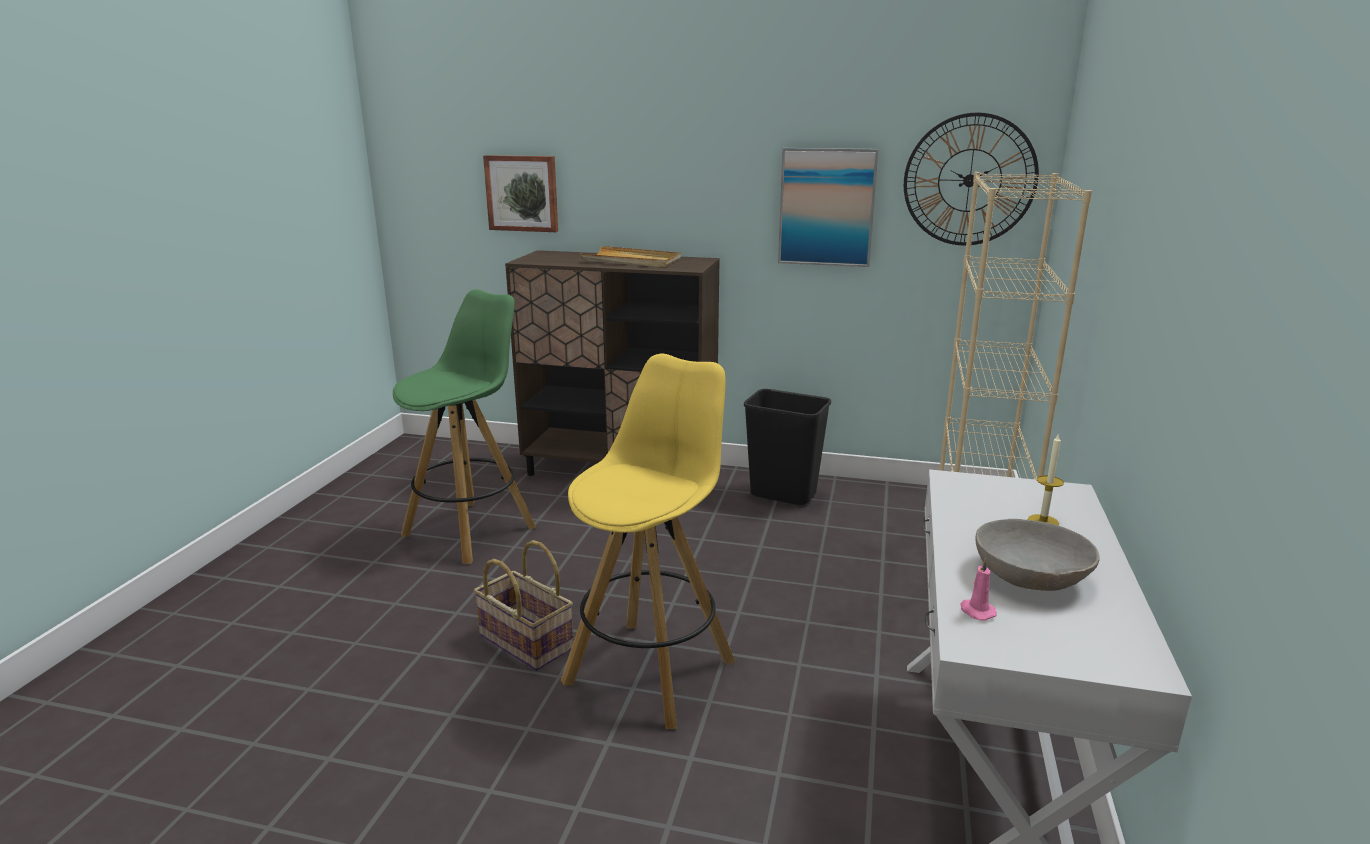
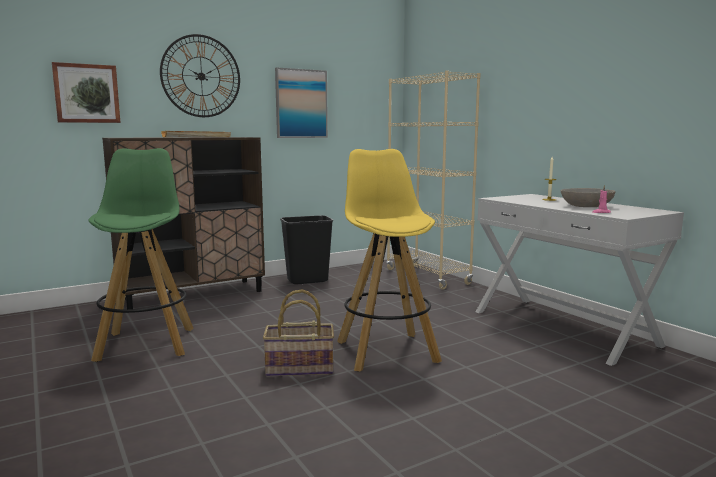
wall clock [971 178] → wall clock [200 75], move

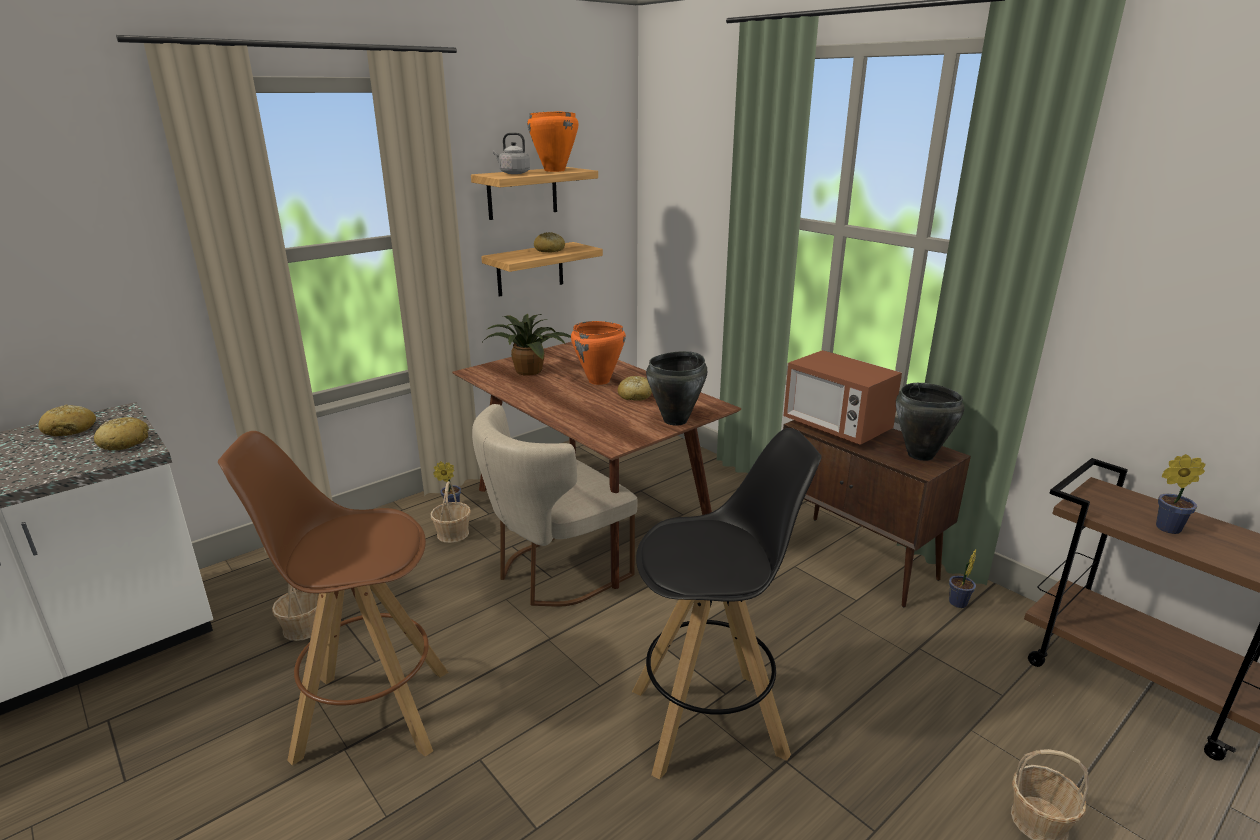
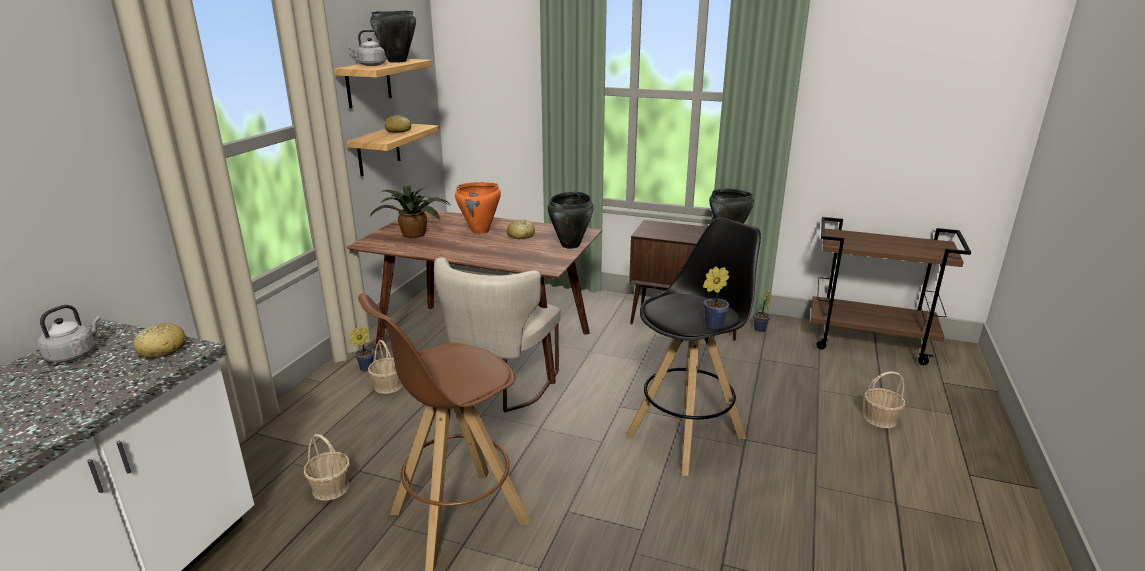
orangey stockpot [552 141] → black-coloured stockpot [393 36]
microwave [843 397] → -
baked bread [67 421] → greyish tea kettle [69 334]
houseplant [1181 494] → houseplant [716 297], move

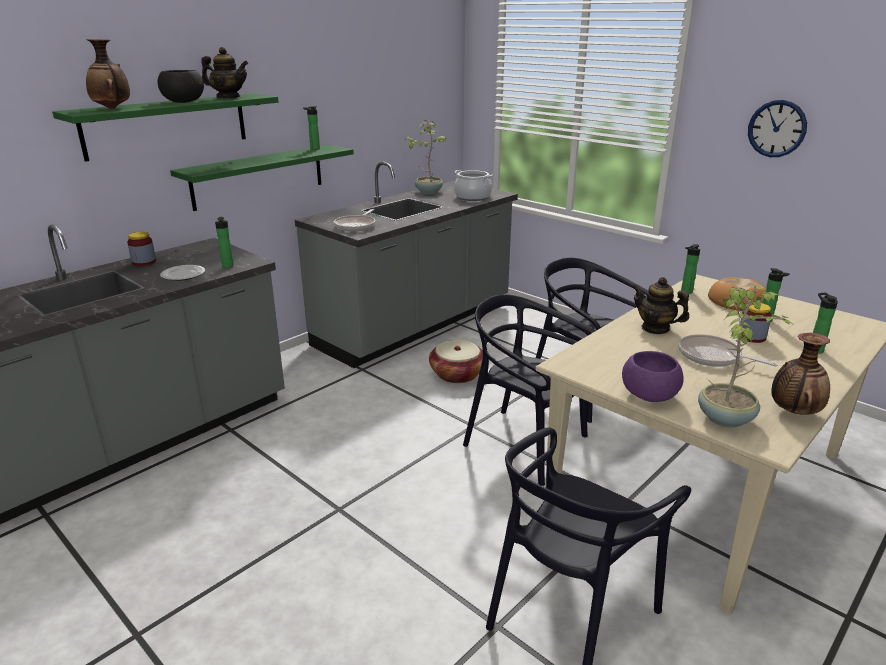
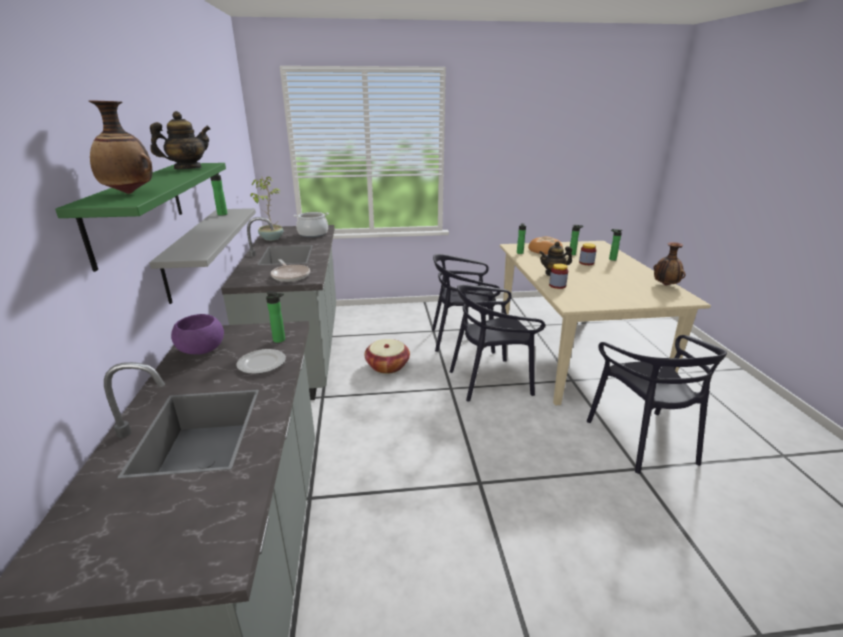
black-coloured deep dish [181 86] → -
wall clock [777 128] → -
greenish wall shelf [262 178] → greyish wall shelf [202 256]
preserve jar [141 249] → preserve jar [558 276], move
houseplant [744 357] → -
pan [728 350] → -
purple-coloured deep dish [653 376] → purple-coloured deep dish [197 334], move

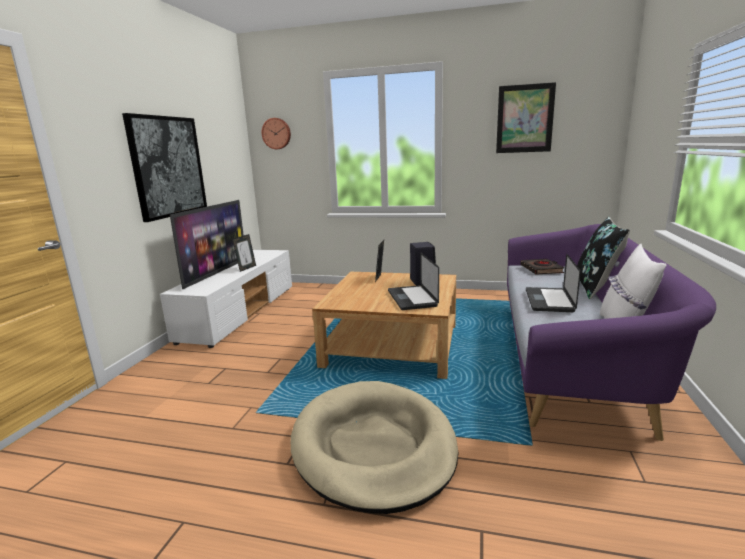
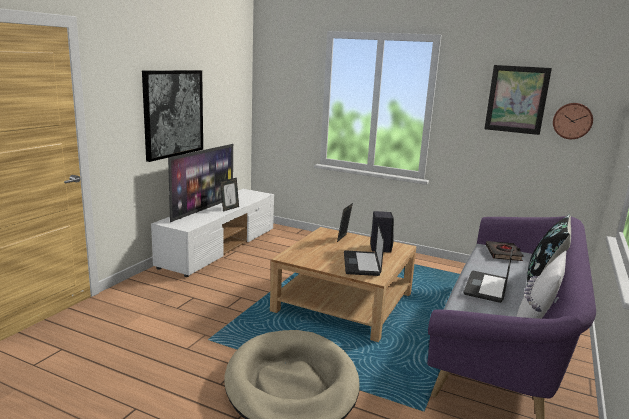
wall clock [276 133] → wall clock [573 121], move

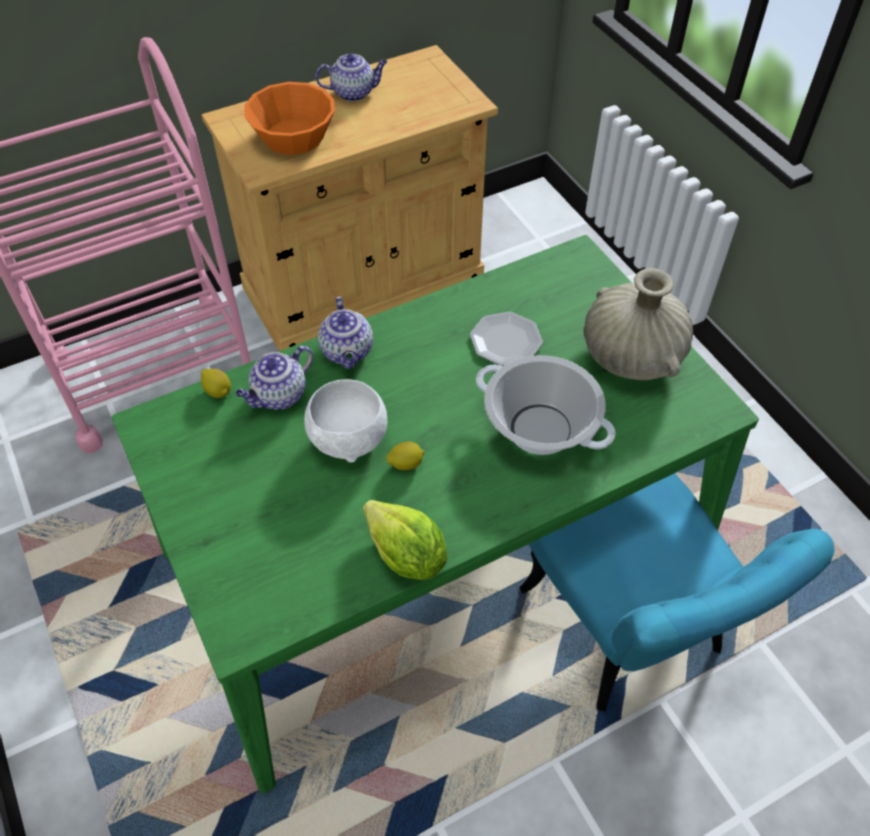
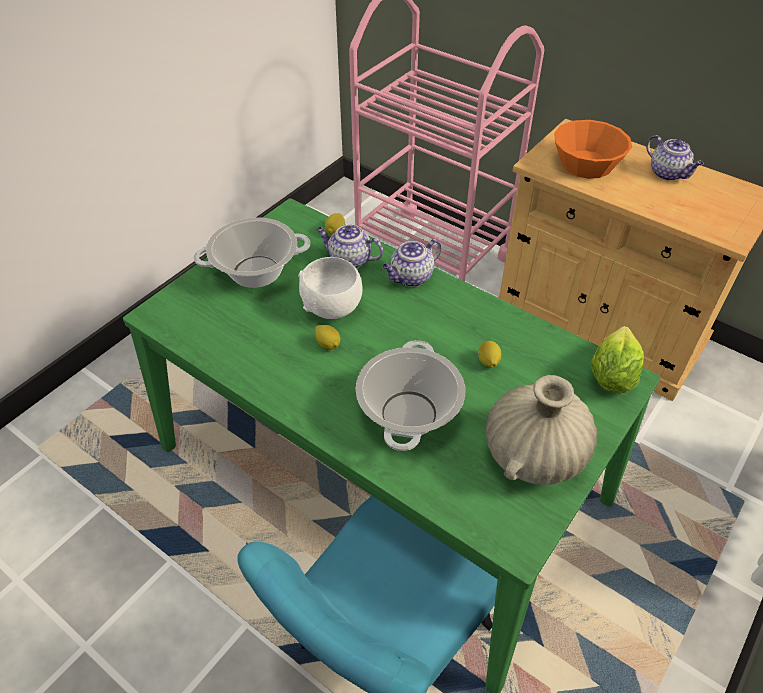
dinner plate [506 339] → lemon [489 354]
lettuce head [405 540] → lettuce head [617 359], move
- → stockpot [251 252]

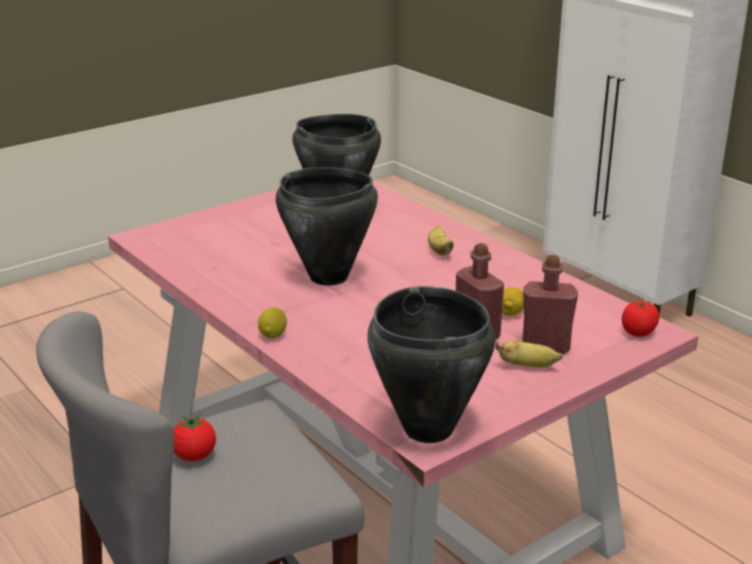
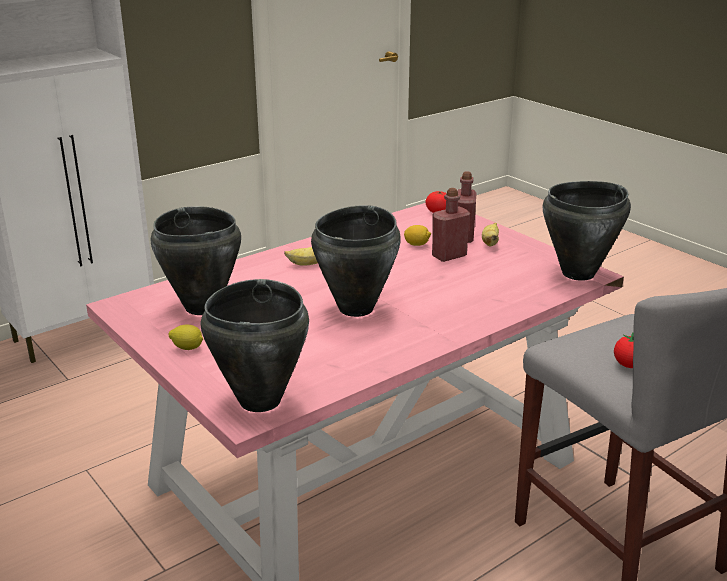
lemon [272 323] → lemon [186 337], move
- → black-coloured stockpot [255 345]

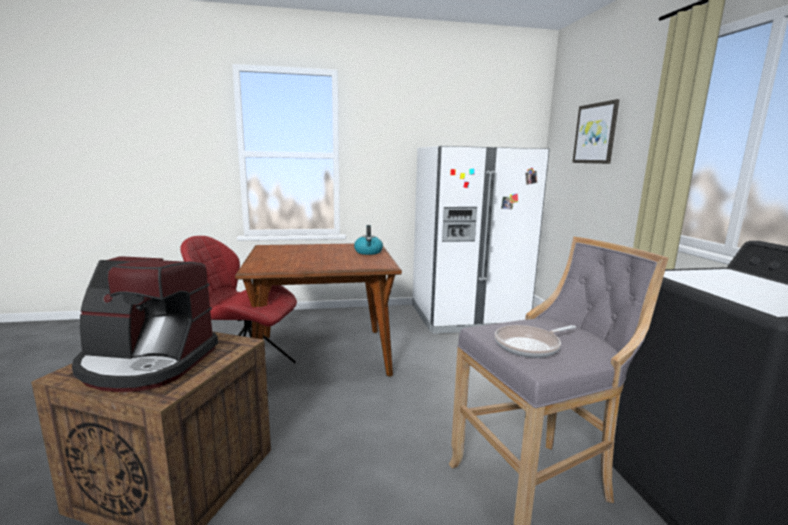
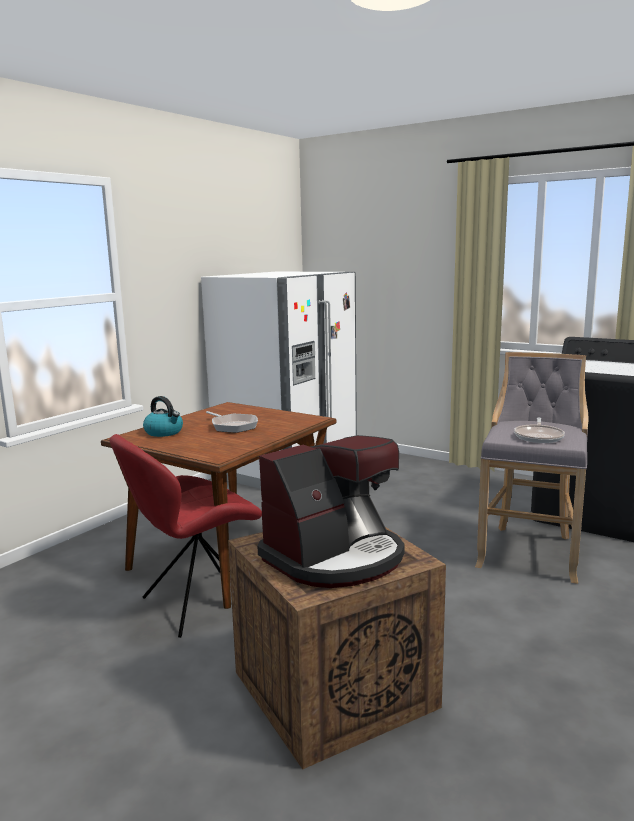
picture [596 131] → -
tea kettle [368 240] → tea kettle [163 416], move
- → pan [232 422]

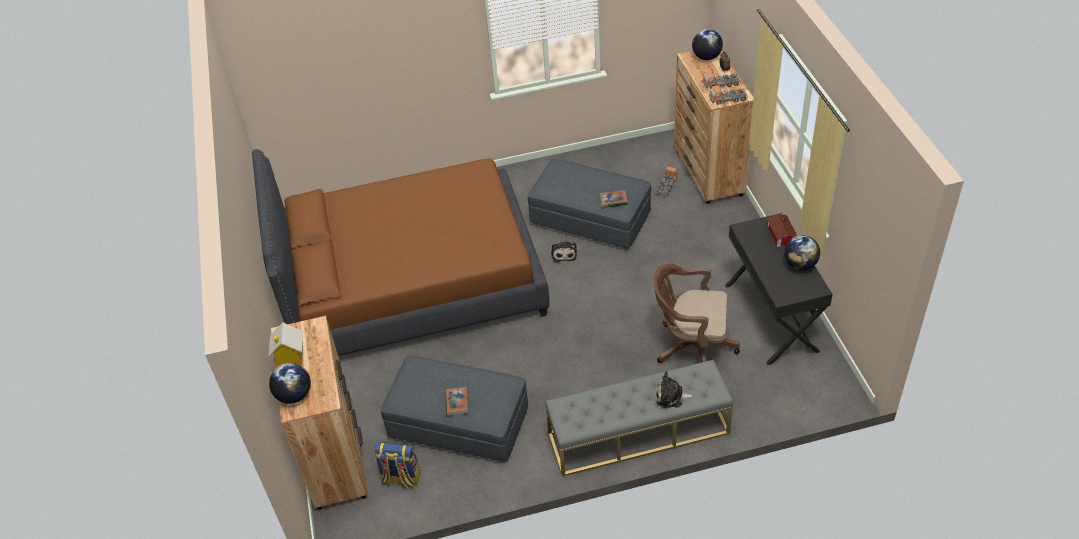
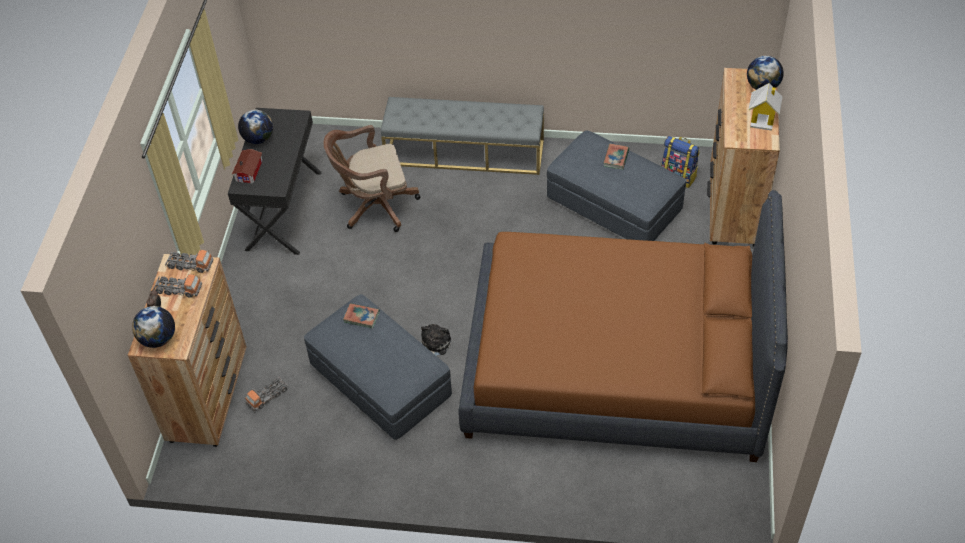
brownish office chair [696 313] → brownish office chair [371 178], 135 degrees clockwise
plush toy [675 389] → -

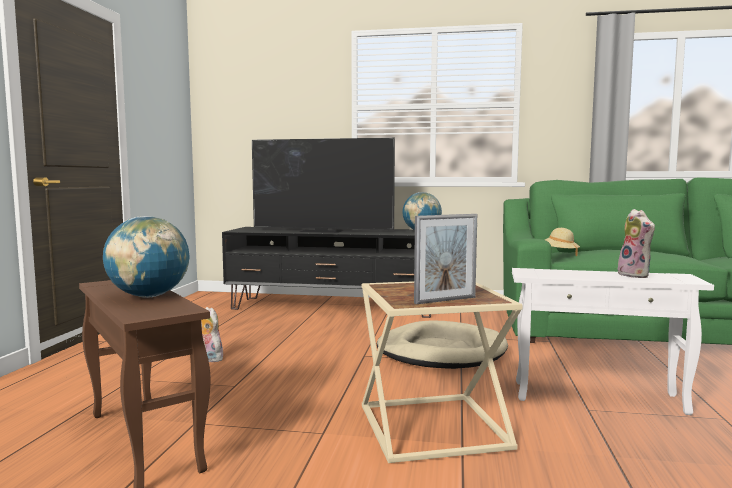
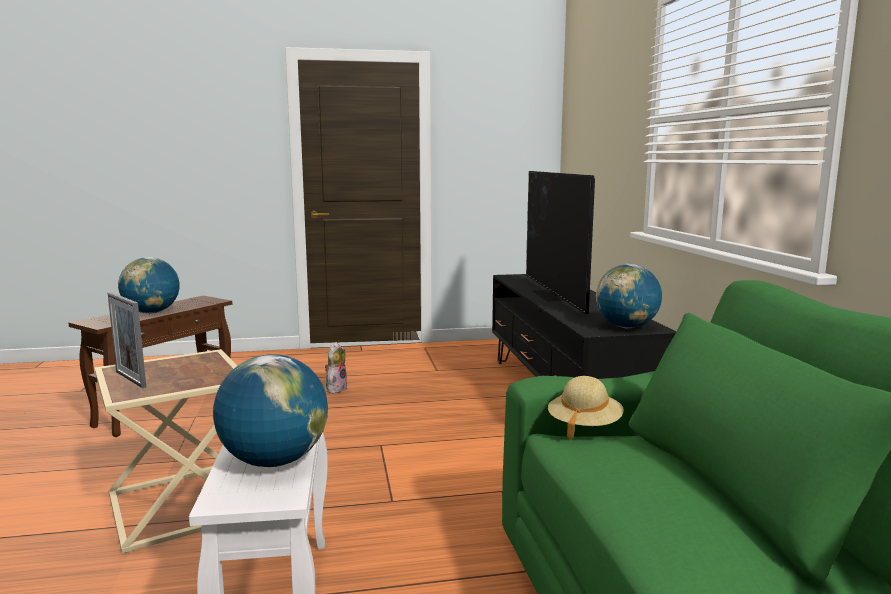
plush toy [636 243] → desk globe [270 410]
beige dog bed [442 345] → -

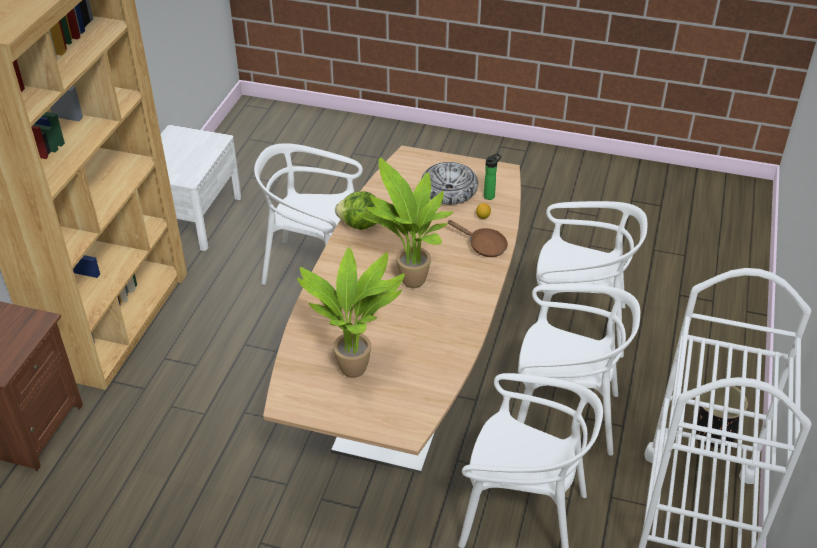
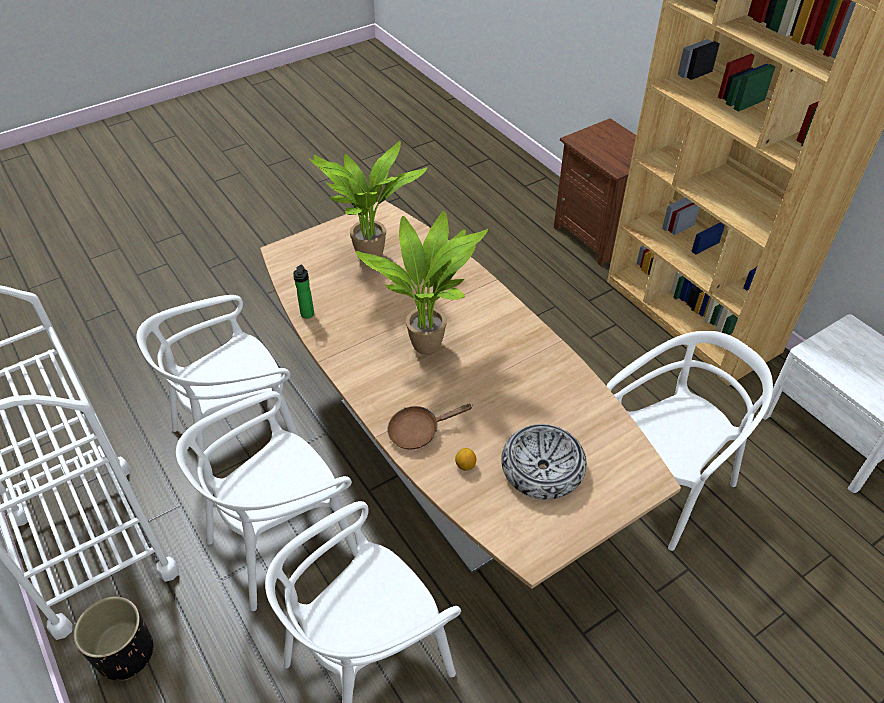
bottle [493 176] → bottle [303 291], move
lettuce head [355 210] → -

